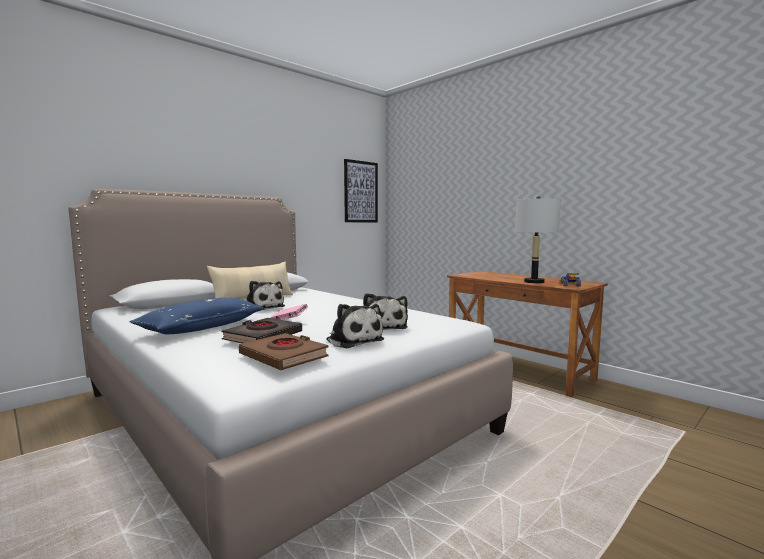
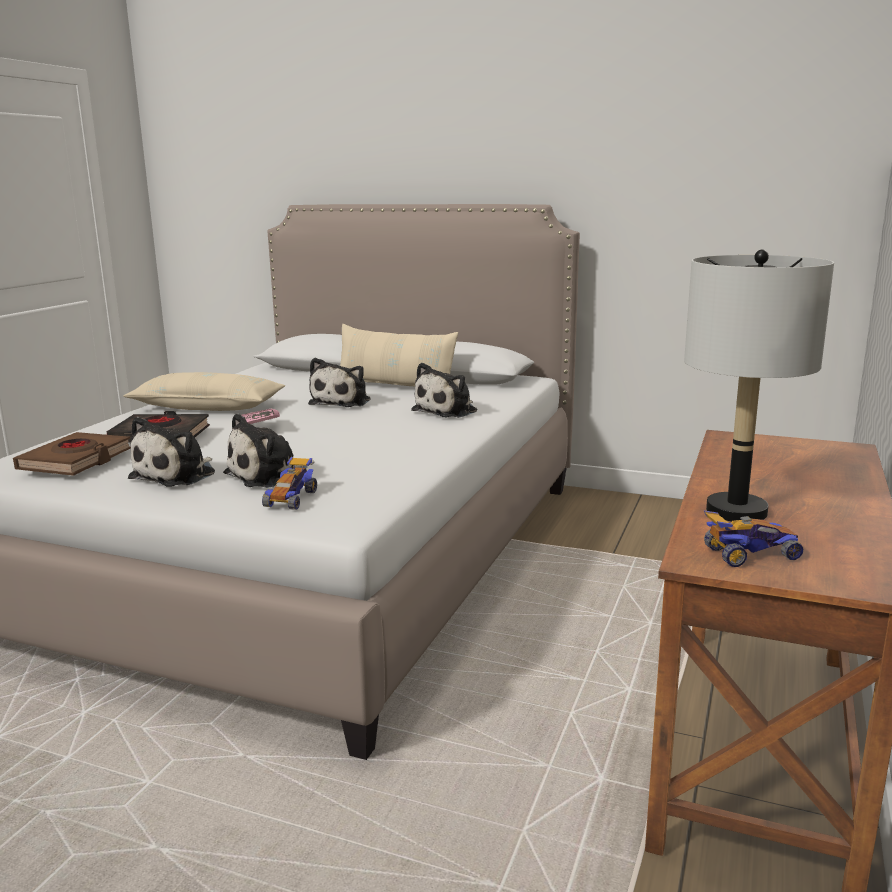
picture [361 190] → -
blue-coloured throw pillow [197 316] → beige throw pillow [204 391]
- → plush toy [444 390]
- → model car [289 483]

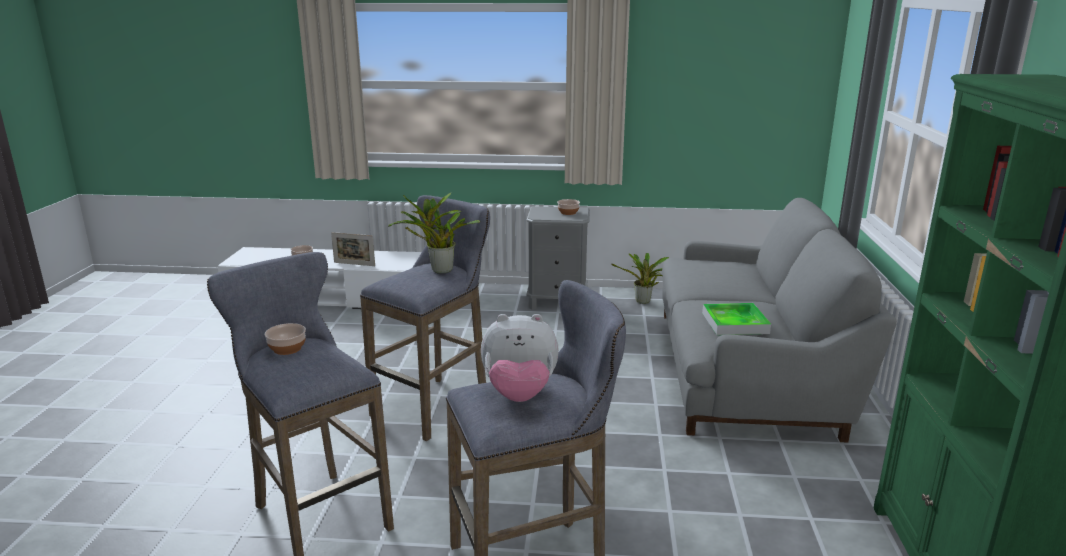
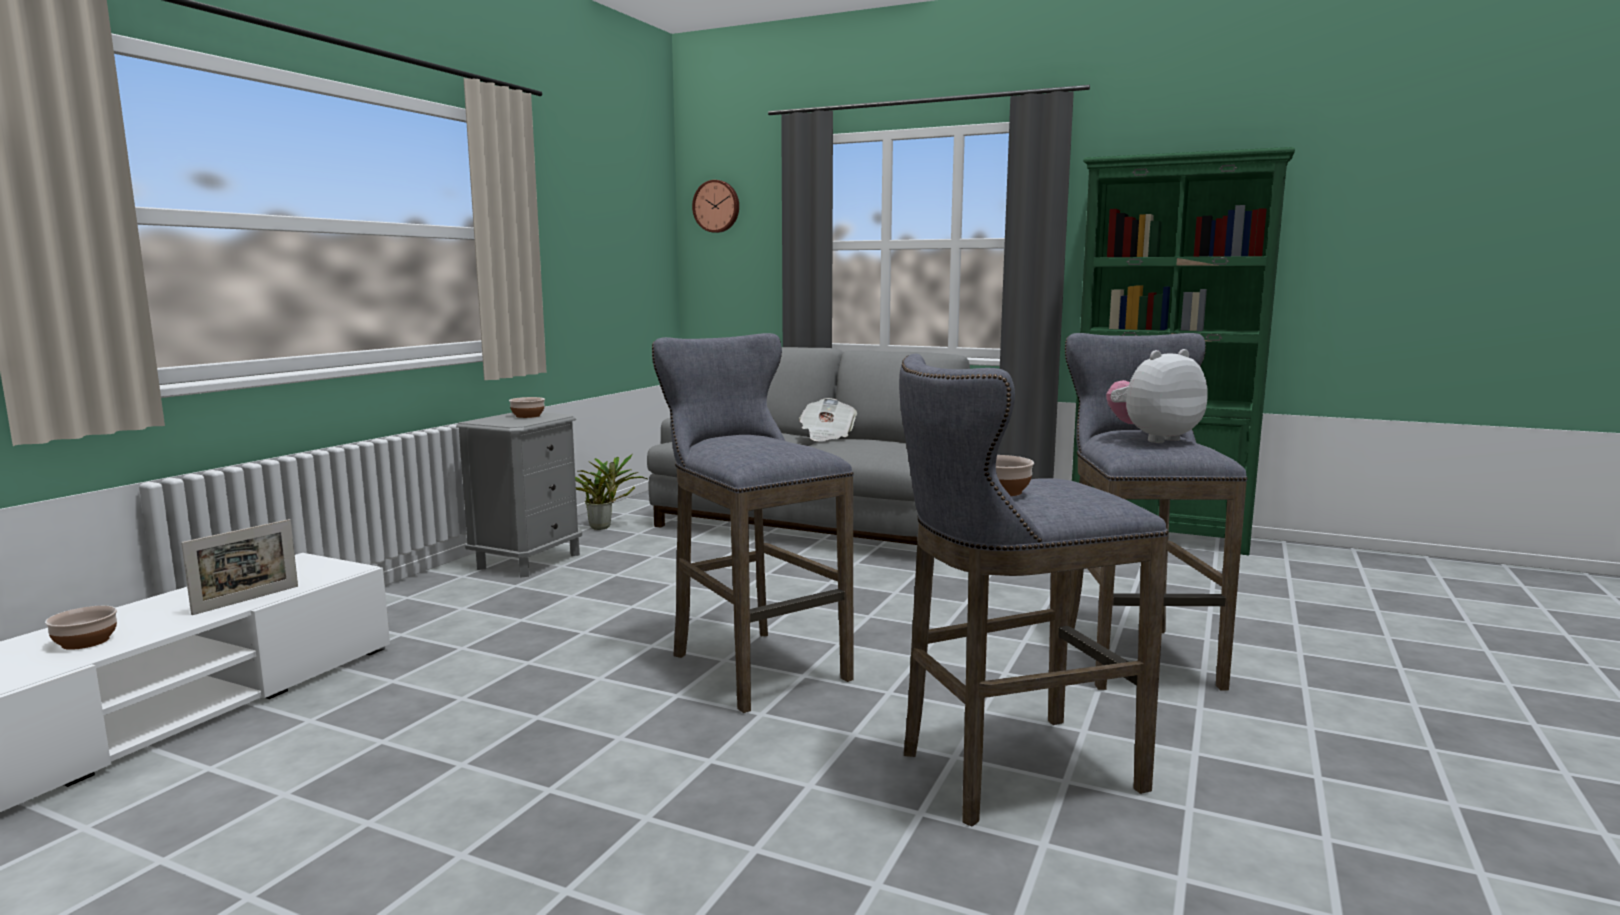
houseplant [434 233] → -
carrying tray [736 319] → -
plush toy [520 358] → plush toy [1156 396], 135 degrees counterclockwise
- → wall clock [715 206]
- → printed paper [828 419]

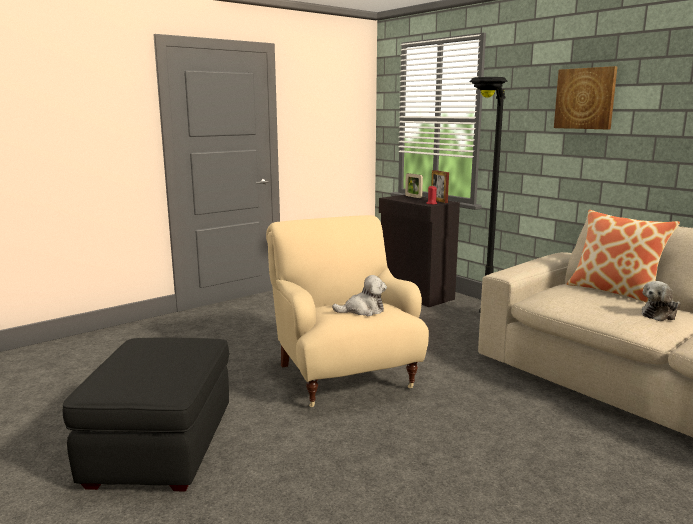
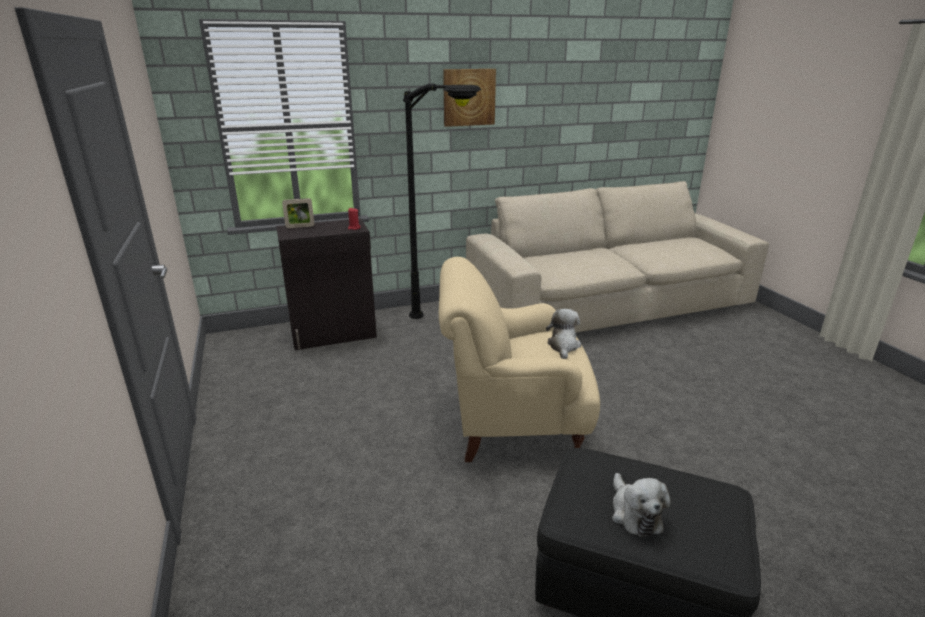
picture frame [440 186] → -
throw pillow [623 256] → -
plush toy [661 301] → plush toy [641 505], move

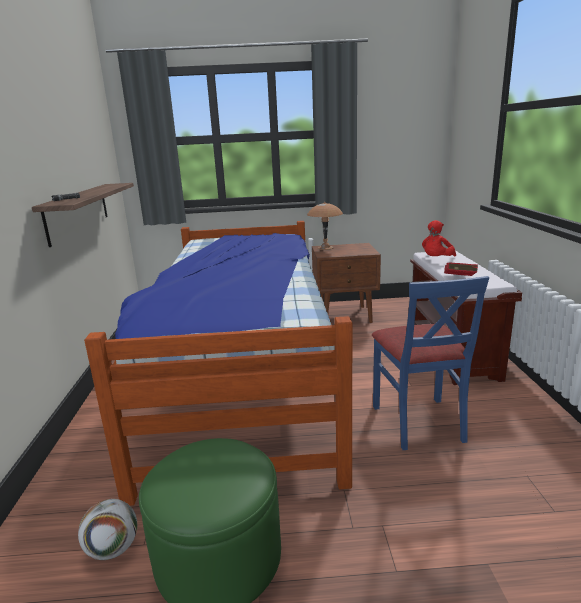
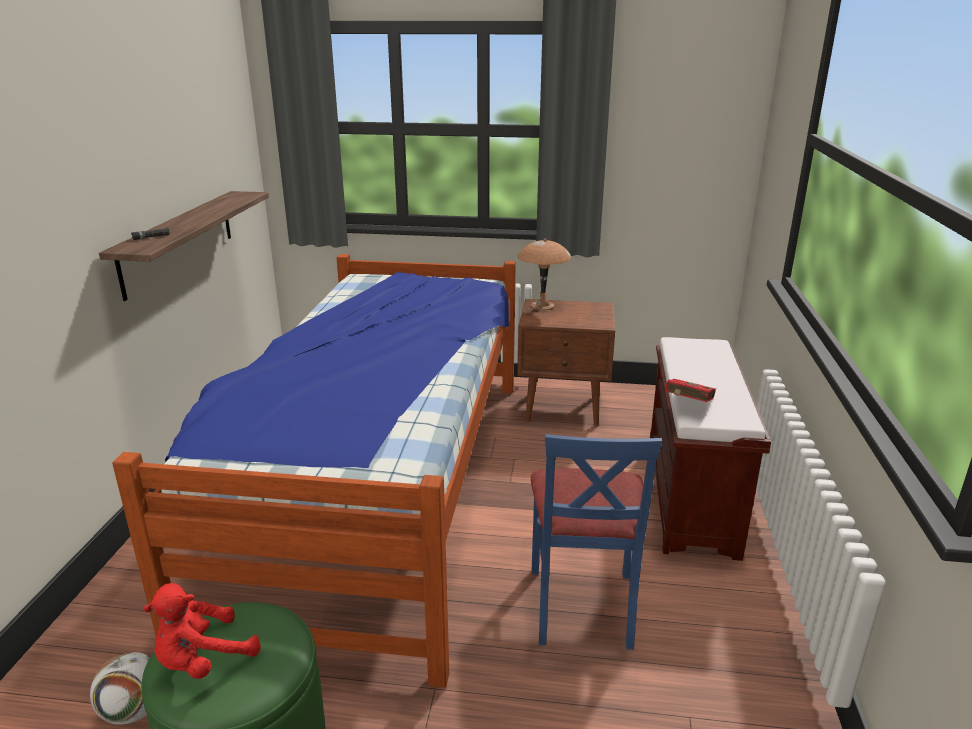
reddish plush toy [439 238] → reddish plush toy [202 631], move

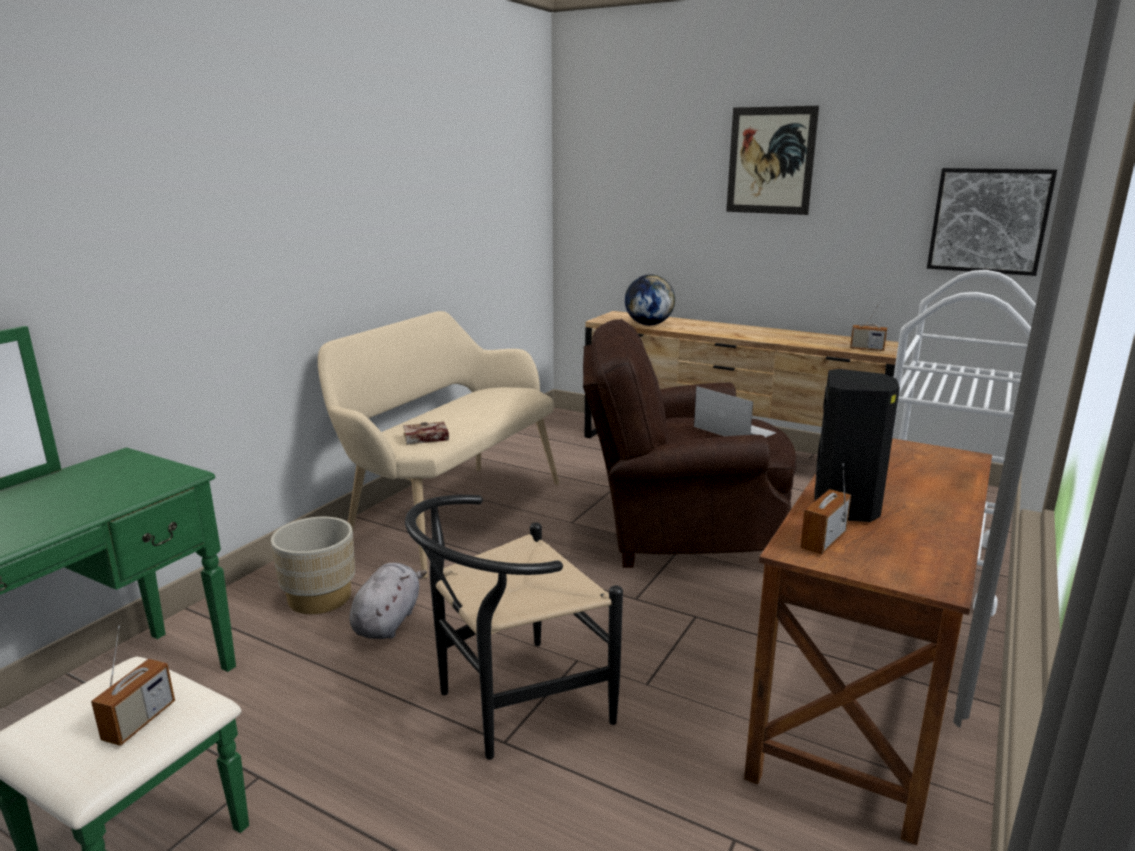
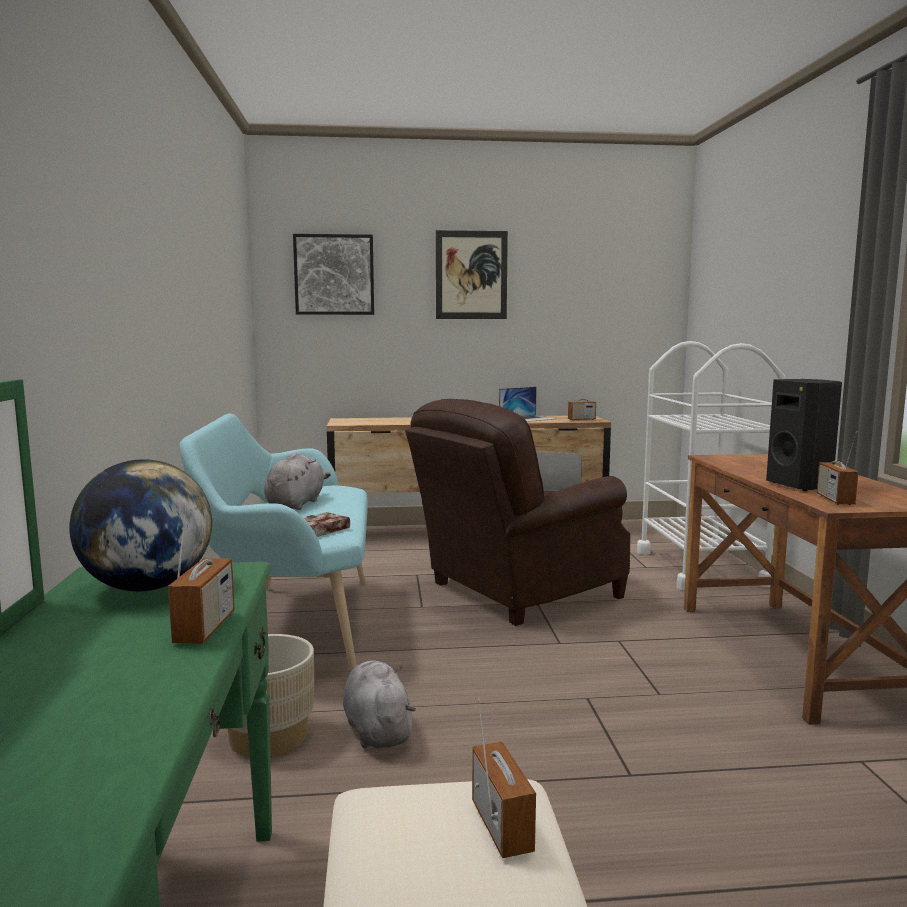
picture [992 222] → picture [333 274], move
desk globe [650 300] → desk globe [140 525], move
beige bench [438 445] → blue-green bench [273 543]
black-coloured plain chair [514 627] → -
- → portable computer [527 404]
- → greyish plush toy [297 481]
- → radio receiver [201 573]

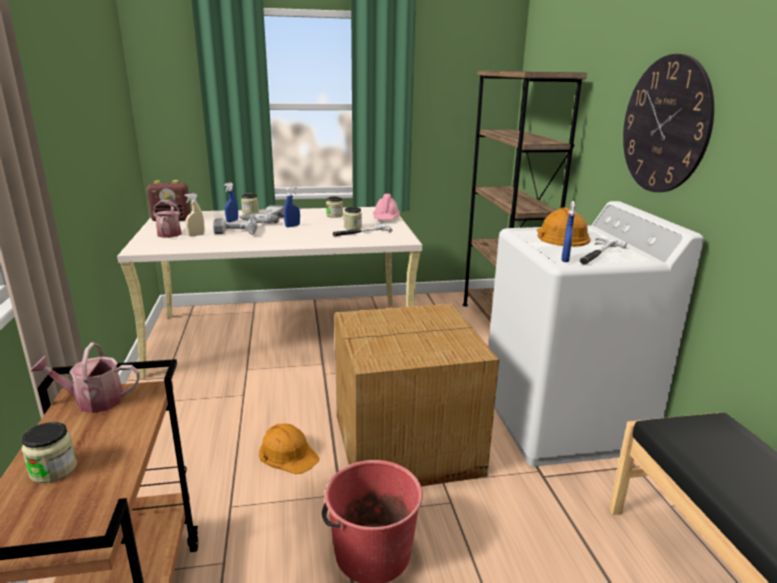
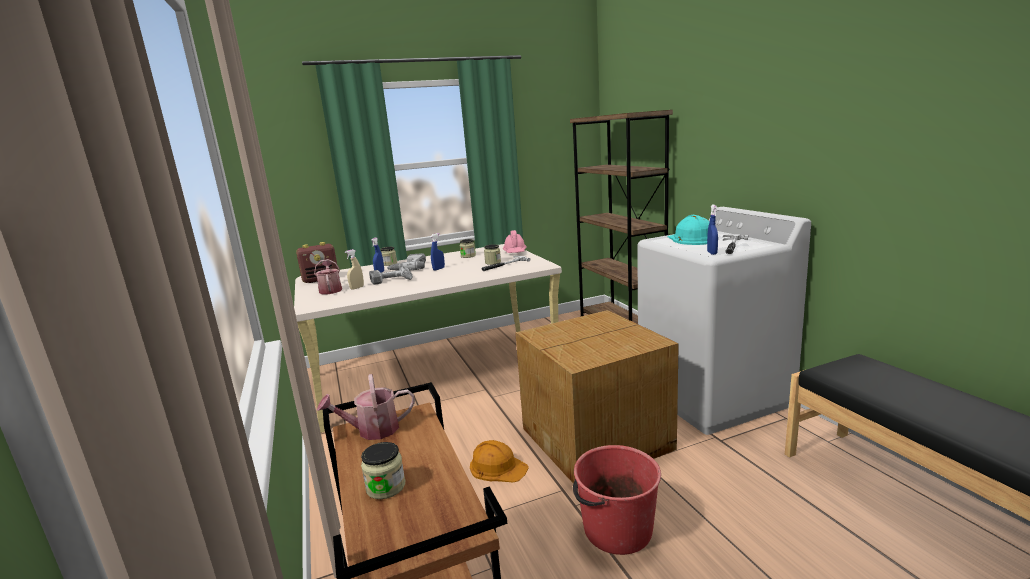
wall clock [668 123] → -
orangey hard hat [564 227] → blue-green hard hat [689 230]

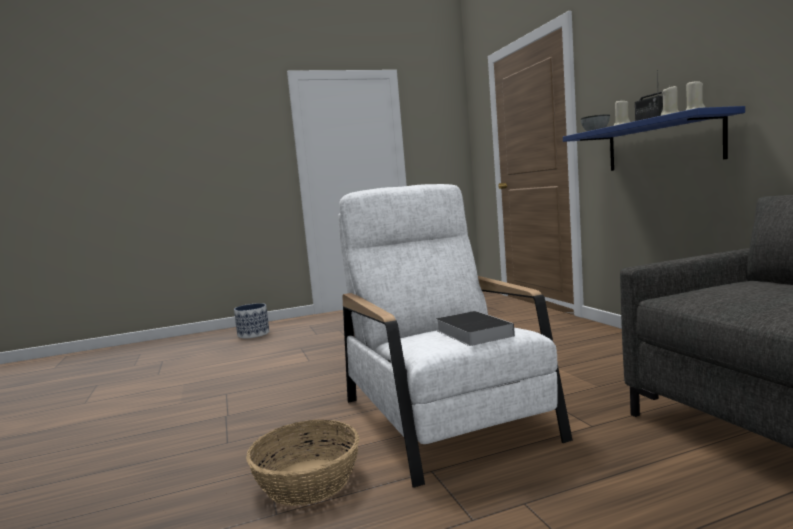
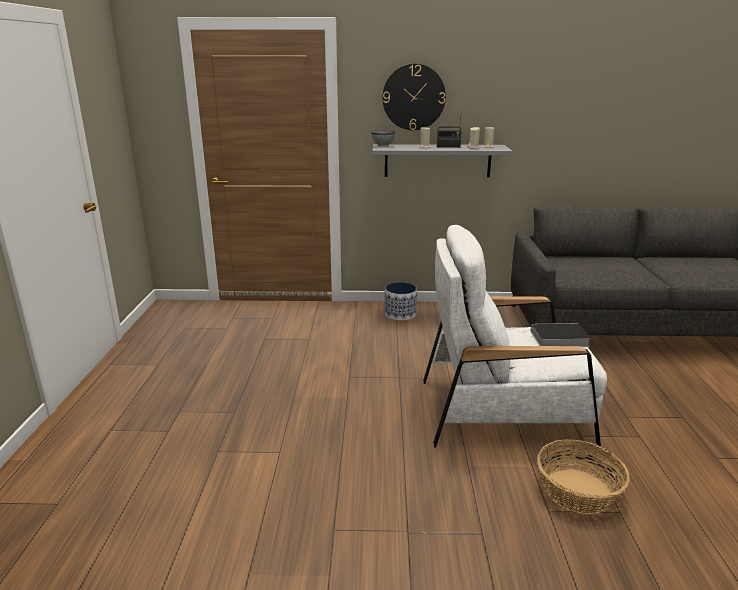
blue-coloured wall shelf [654 138] → greyish wall shelf [442 160]
planter [251 320] → planter [401 301], move
- → wall clock [414 97]

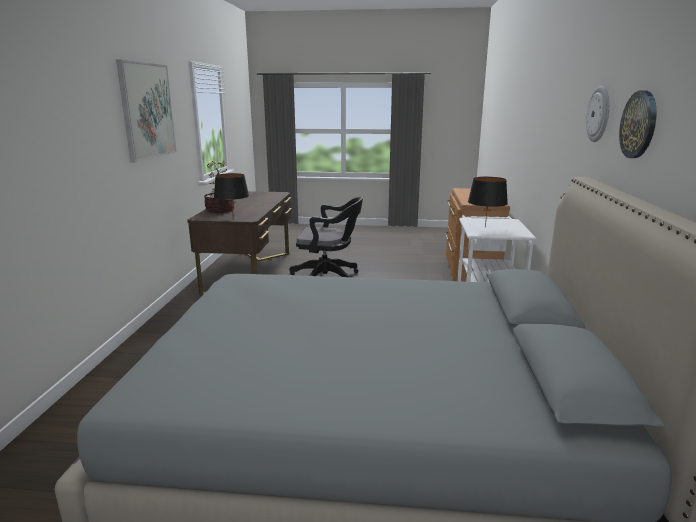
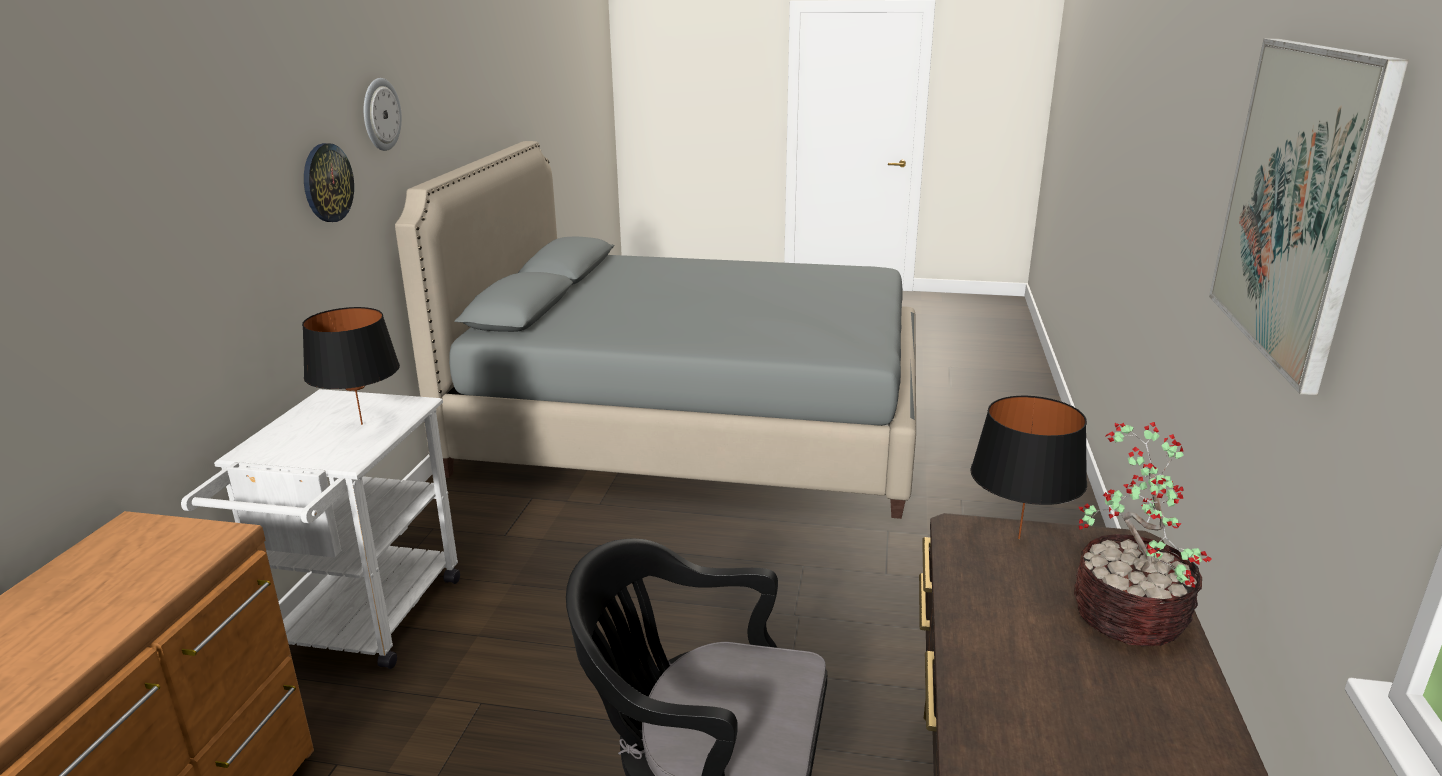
wall clock [638 124] → wall clock [329 182], move

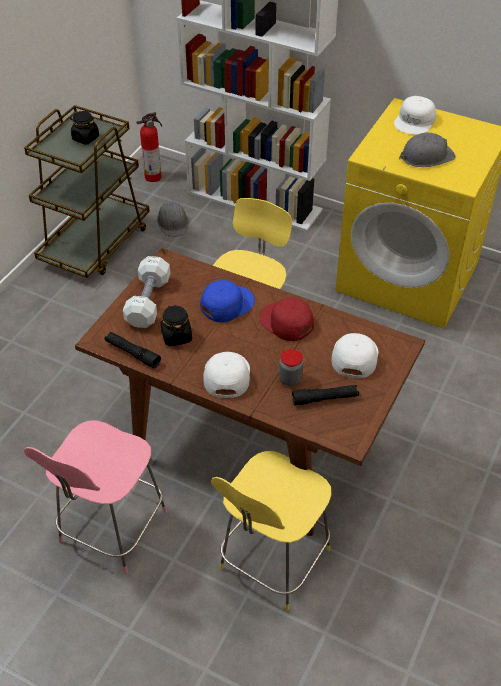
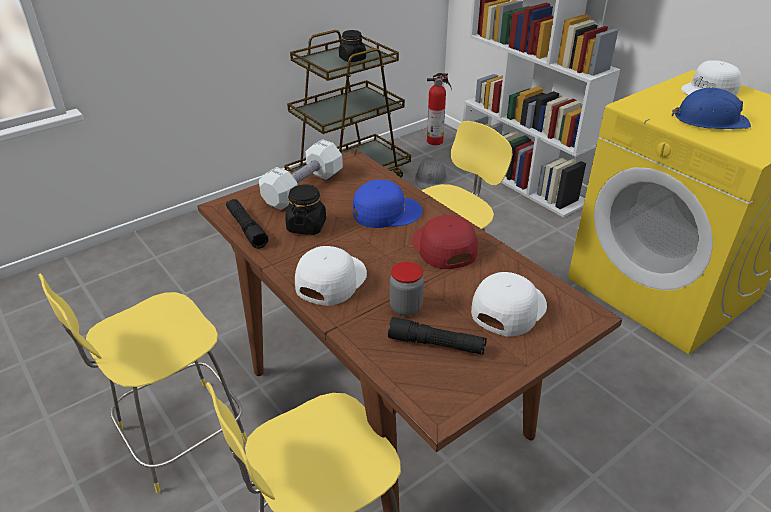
greyish hard hat [427 150] → blue-coloured hard hat [711 108]
pinkish sitting stool [95 496] → yellowish sitting stool [142 383]

